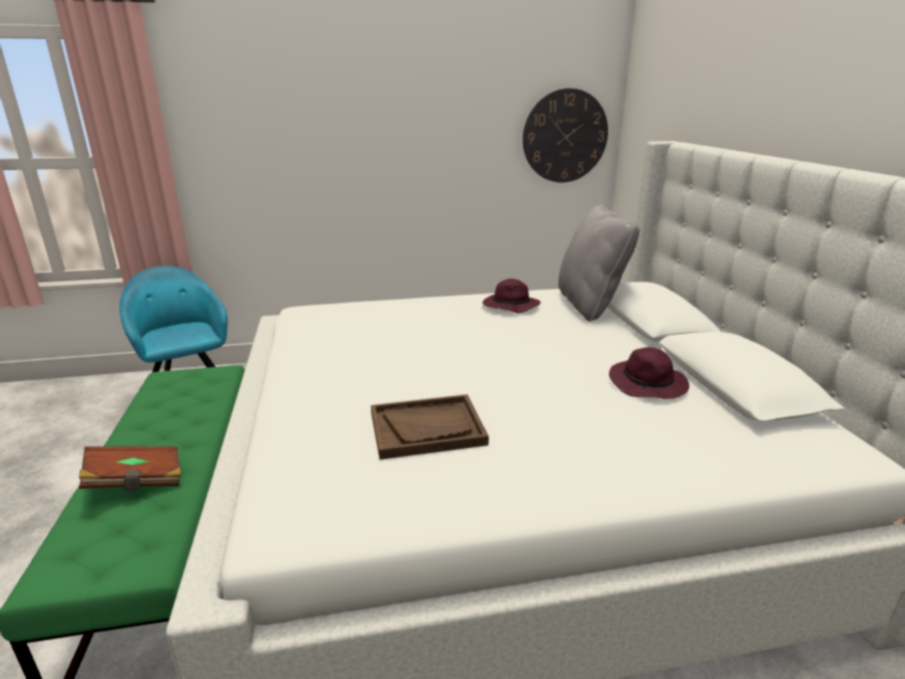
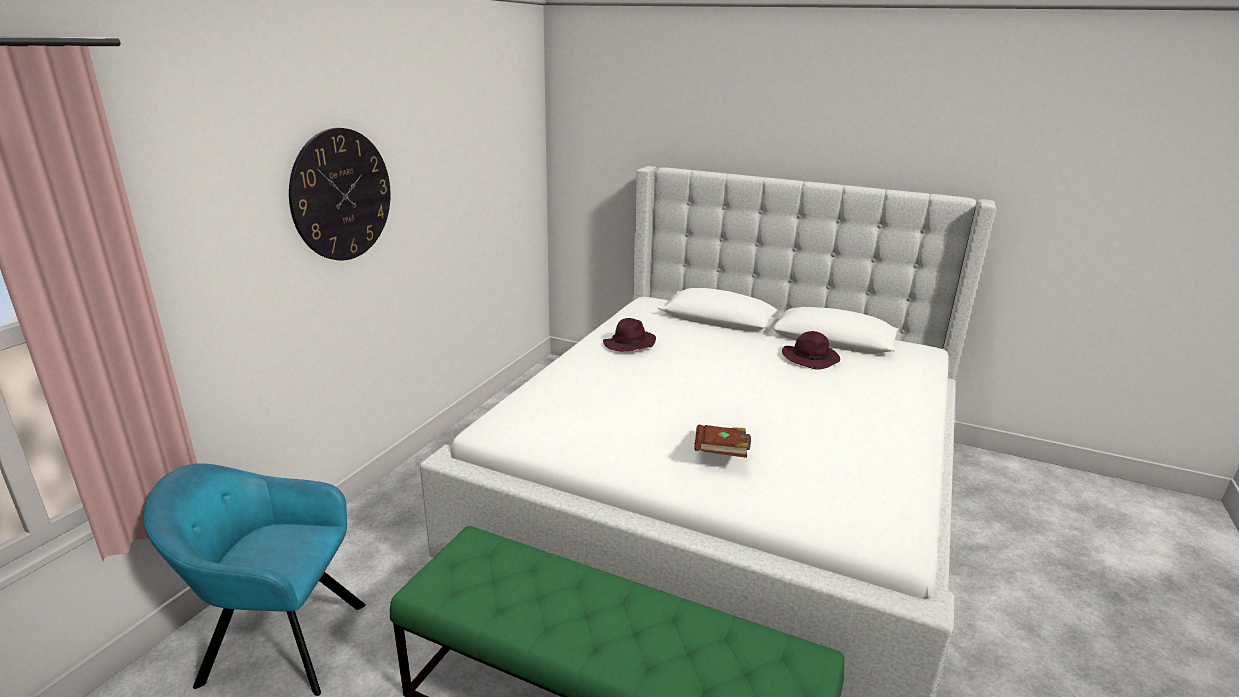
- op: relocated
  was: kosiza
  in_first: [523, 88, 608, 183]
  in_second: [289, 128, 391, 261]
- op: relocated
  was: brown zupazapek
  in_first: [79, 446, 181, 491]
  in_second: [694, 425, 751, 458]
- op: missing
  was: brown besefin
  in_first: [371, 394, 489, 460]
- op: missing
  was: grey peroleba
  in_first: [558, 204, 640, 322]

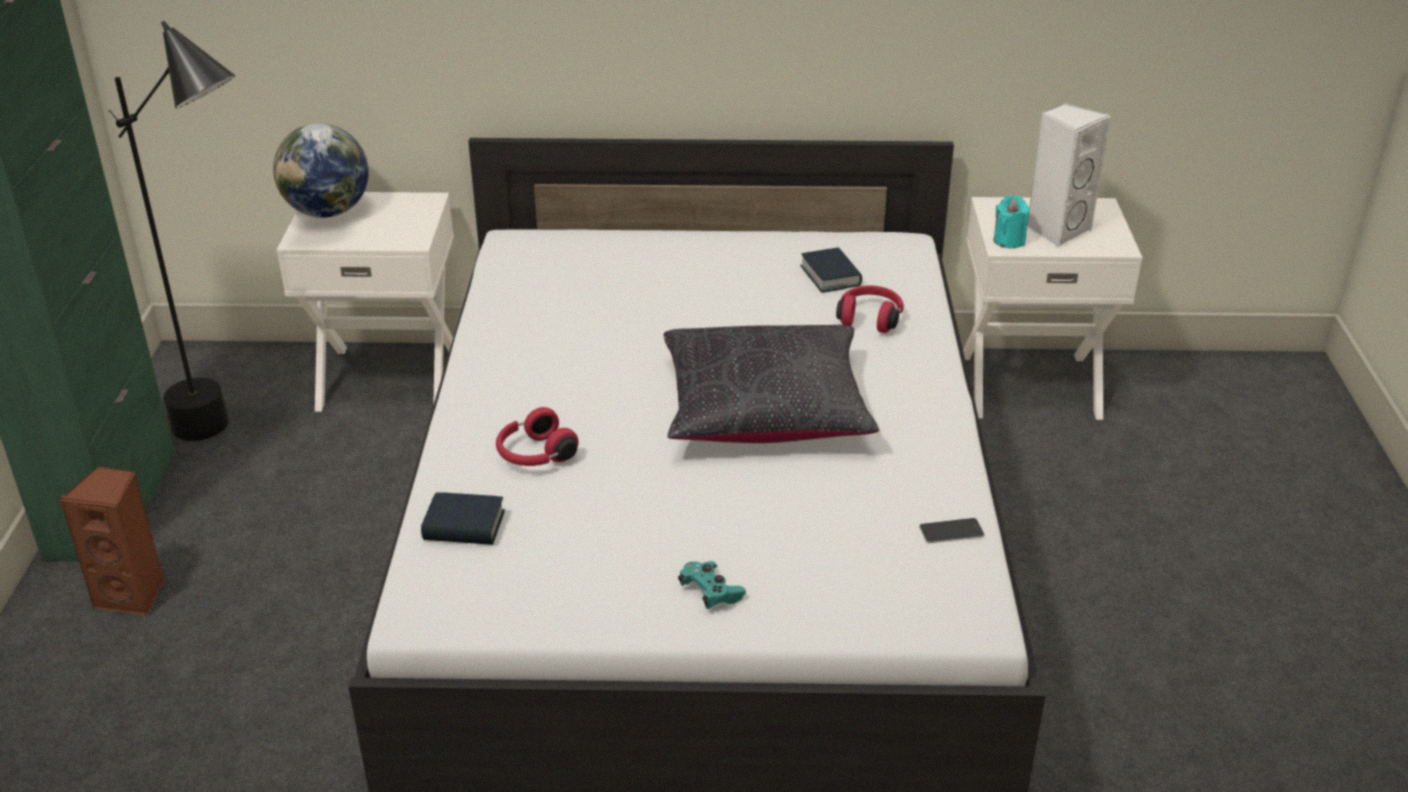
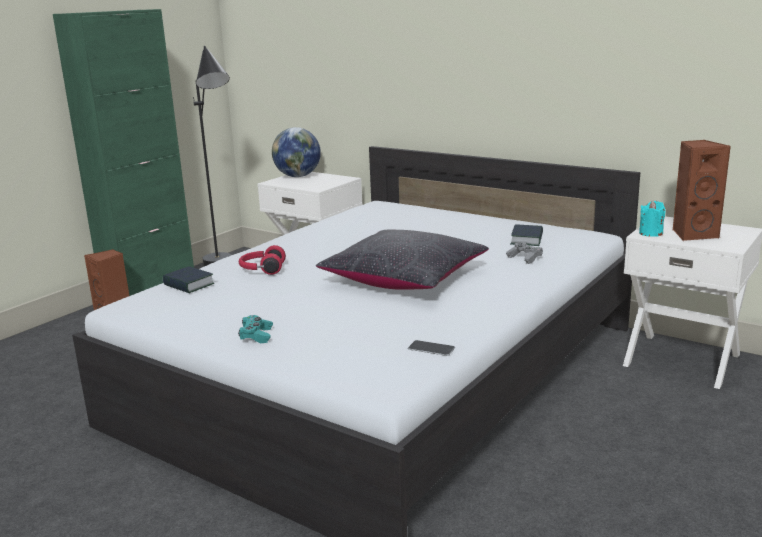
- op: exchanged
  was: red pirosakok
  now: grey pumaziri
  in_first: [836, 285, 904, 333]
  in_second: [506, 242, 543, 264]
- op: colour
  was: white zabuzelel
  now: brown zabuzelel
  in_first: [1027, 103, 1111, 248]
  in_second: [672, 140, 731, 241]

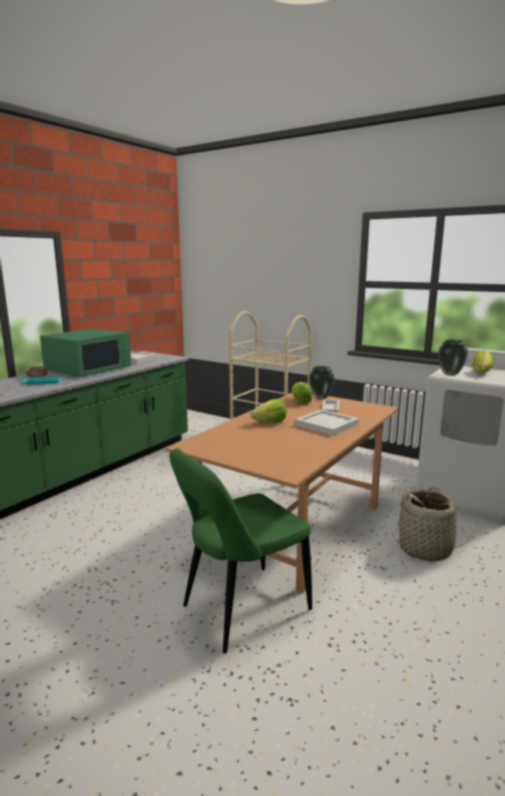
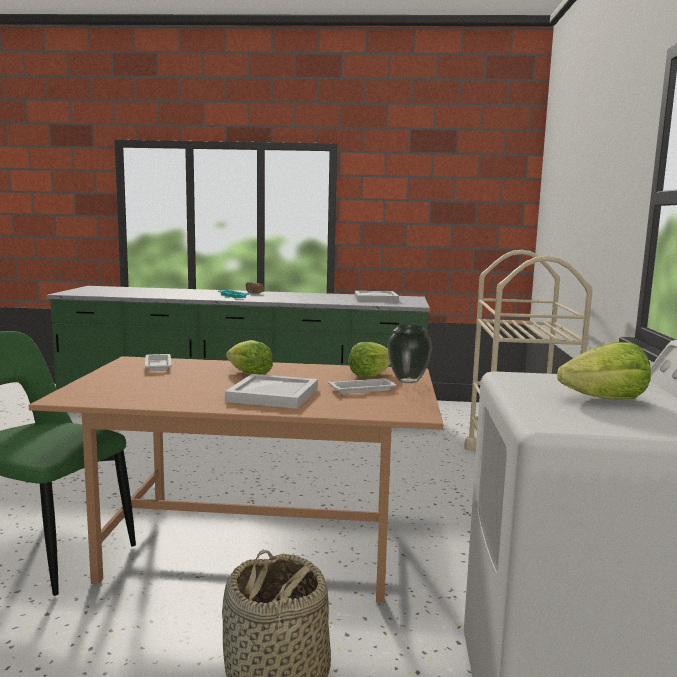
- op: appeared
  now: white besefin
  in_second: [145, 354, 172, 371]
- op: missing
  was: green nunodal
  in_first: [40, 329, 131, 377]
- op: missing
  was: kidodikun
  in_first: [438, 339, 468, 376]

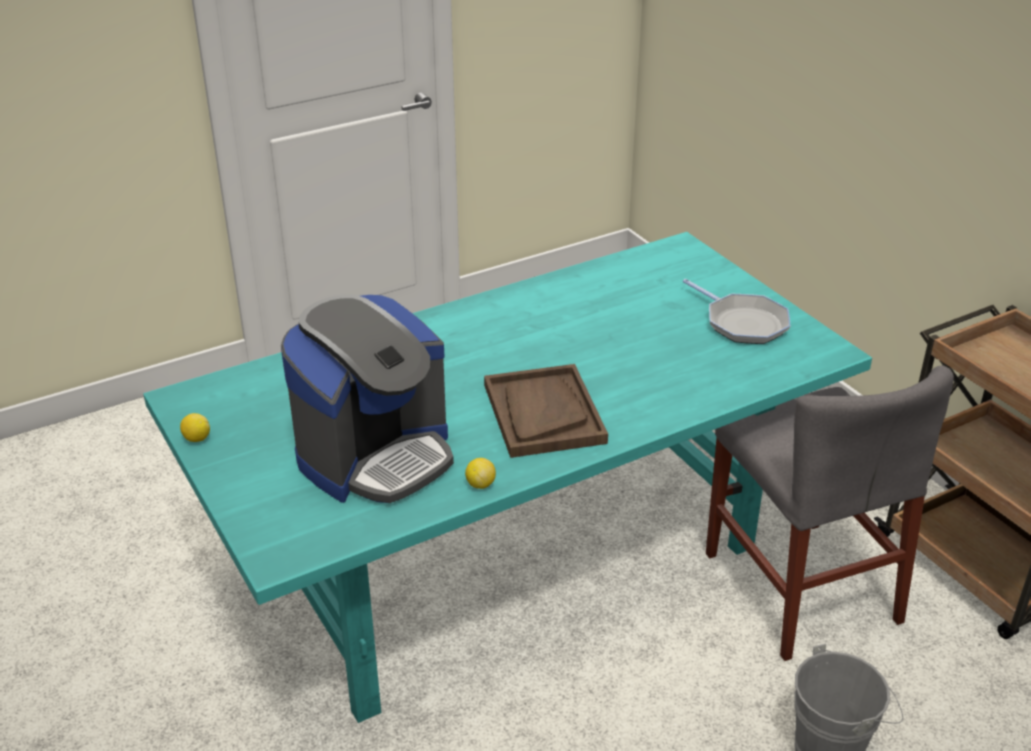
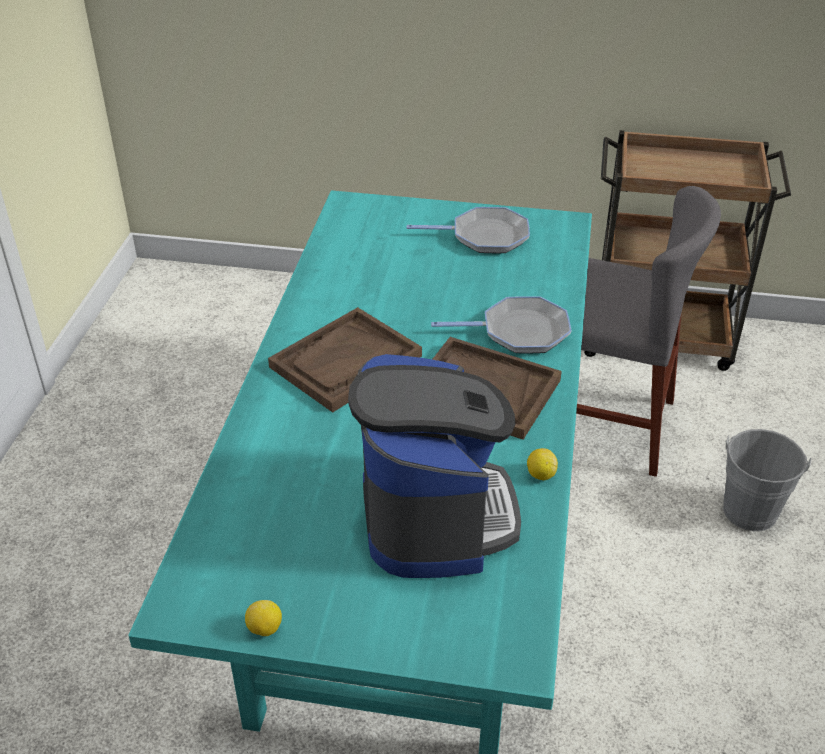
- op: appeared
  now: brown besefin
  in_second: [268, 307, 422, 413]
- op: appeared
  now: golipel
  in_second: [431, 296, 571, 353]

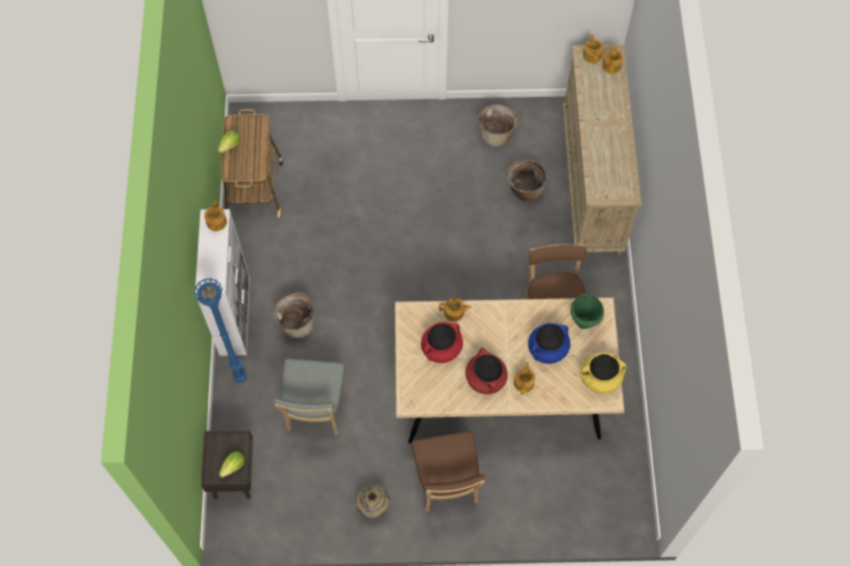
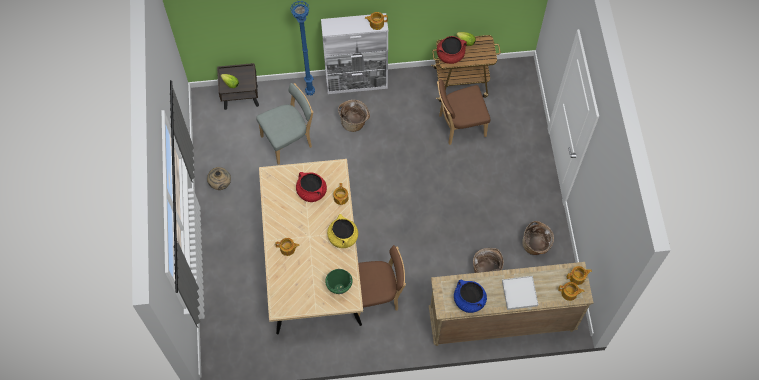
- op: spun
  was: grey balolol
  in_first: [273, 359, 345, 435]
  in_second: [256, 83, 313, 165]
  clockwise: 150
- op: relocated
  was: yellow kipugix
  in_first: [580, 353, 626, 394]
  in_second: [327, 214, 358, 248]
- op: relocated
  was: red kipugix
  in_first: [465, 348, 508, 394]
  in_second: [437, 36, 467, 64]
- op: relocated
  was: brown balolol
  in_first: [412, 431, 485, 512]
  in_second: [437, 79, 490, 145]
- op: relocated
  was: blue kipugix
  in_first: [528, 323, 570, 364]
  in_second: [454, 280, 487, 313]
- op: appeared
  now: white besefin
  in_second: [502, 276, 538, 310]

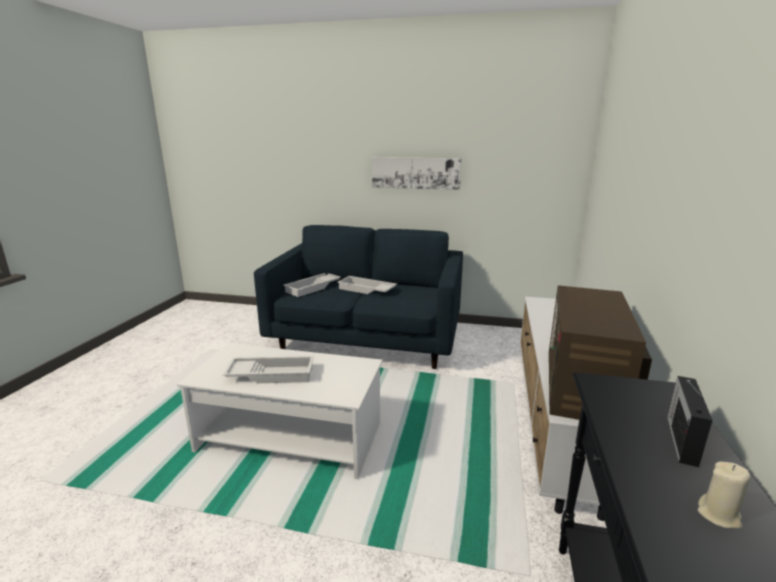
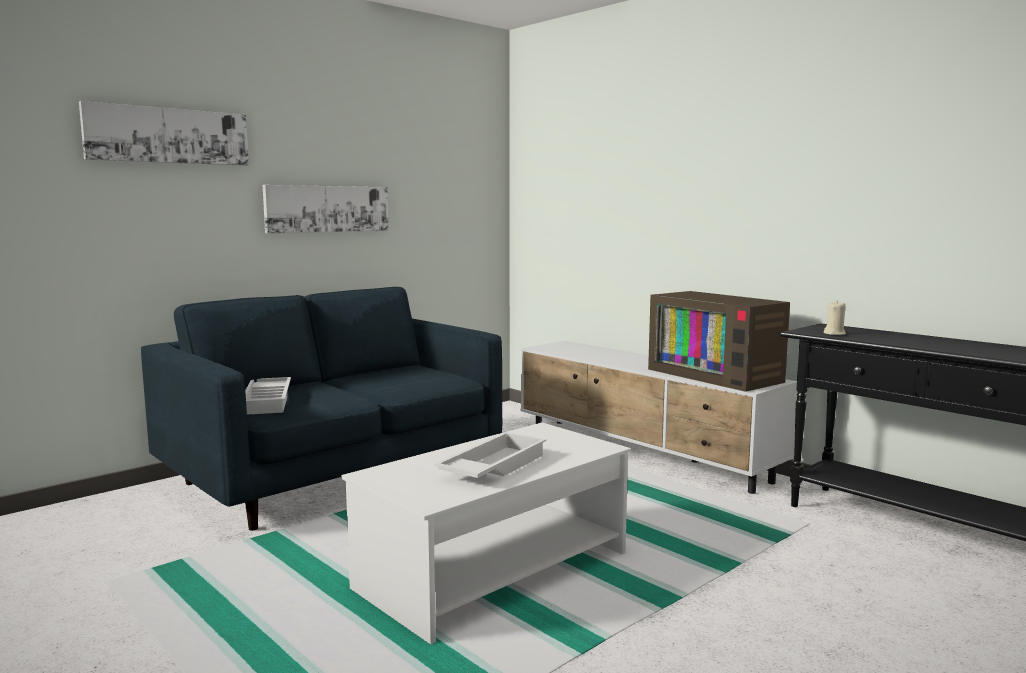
- op: appeared
  now: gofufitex
  in_second: [79, 101, 249, 166]
- op: relocated
  was: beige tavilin
  in_first: [698, 462, 750, 529]
  in_second: [824, 300, 846, 335]
- op: missing
  was: white besefin
  in_first: [337, 276, 397, 294]
- op: missing
  was: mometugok
  in_first: [667, 376, 712, 467]

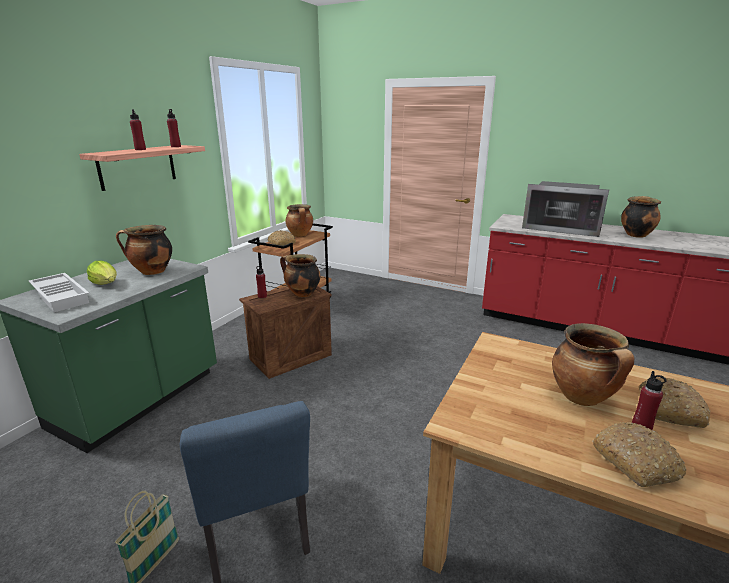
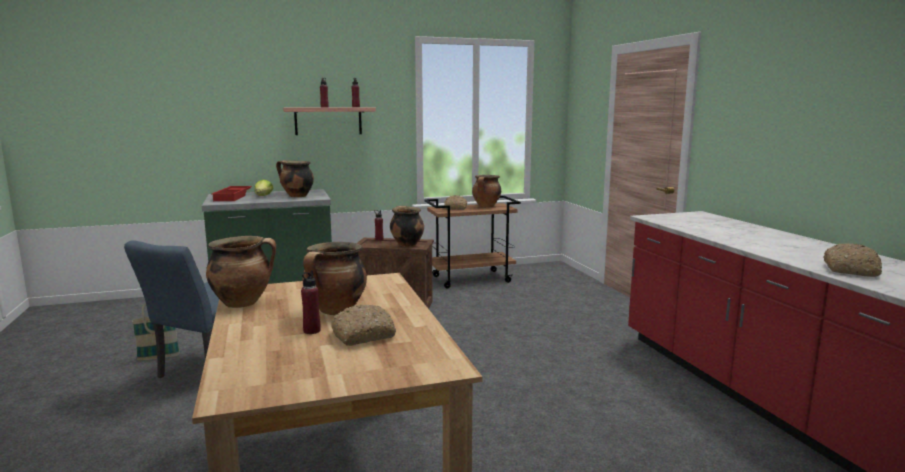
- op: relocated
  was: kipugix
  in_first: [621, 196, 661, 238]
  in_second: [206, 236, 276, 308]
- op: colour
  was: white besefin
  now: red besefin
  in_first: [29, 273, 89, 312]
  in_second: [211, 186, 252, 201]
- op: relocated
  was: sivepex
  in_first: [592, 422, 686, 487]
  in_second: [824, 243, 882, 277]
- op: missing
  was: nunodal
  in_first: [522, 181, 609, 237]

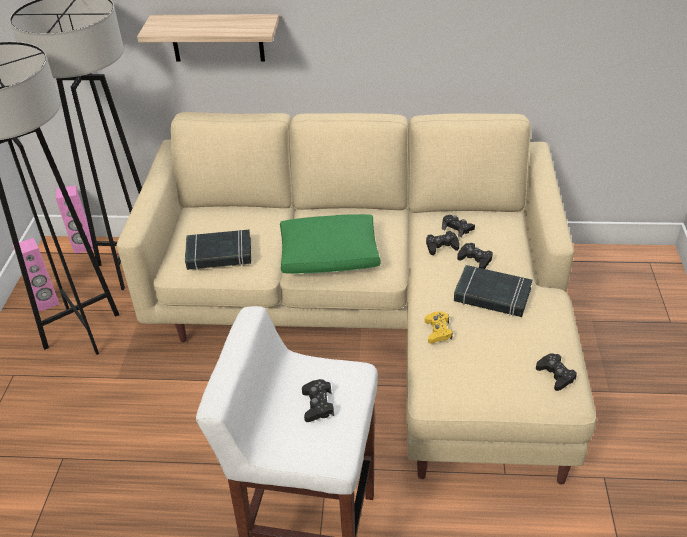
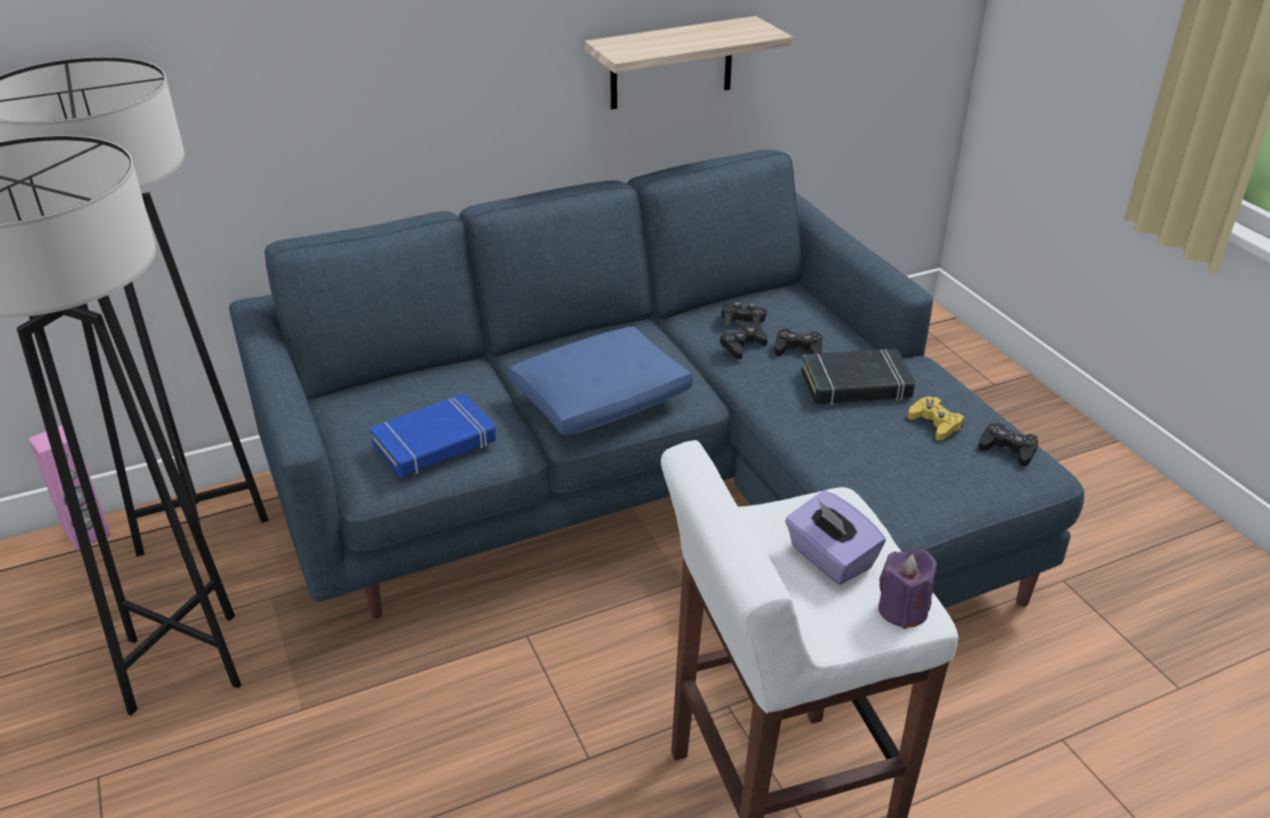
- op: colour
  was: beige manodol
  now: blue manodol
  in_first: [116, 112, 596, 484]
  in_second: [229, 150, 1084, 619]
- op: colour
  was: black zupazapek
  now: blue zupazapek
  in_first: [185, 230, 251, 270]
  in_second: [369, 393, 496, 478]
- op: colour
  was: green peroleba
  now: blue peroleba
  in_first: [280, 214, 381, 274]
  in_second: [508, 326, 693, 436]
- op: relocated
  was: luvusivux
  in_first: [137, 14, 279, 62]
  in_second: [584, 16, 792, 109]
- op: exchanged
  was: black pumaziri
  now: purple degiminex
  in_first: [302, 379, 334, 422]
  in_second: [785, 490, 886, 585]
- op: appeared
  now: purple tavilin
  in_second: [878, 549, 937, 629]
- op: relocated
  was: yellow pumaziri
  in_first: [425, 311, 452, 343]
  in_second: [908, 397, 964, 440]
- op: missing
  was: pink zabuzelel
  in_first: [13, 238, 59, 312]

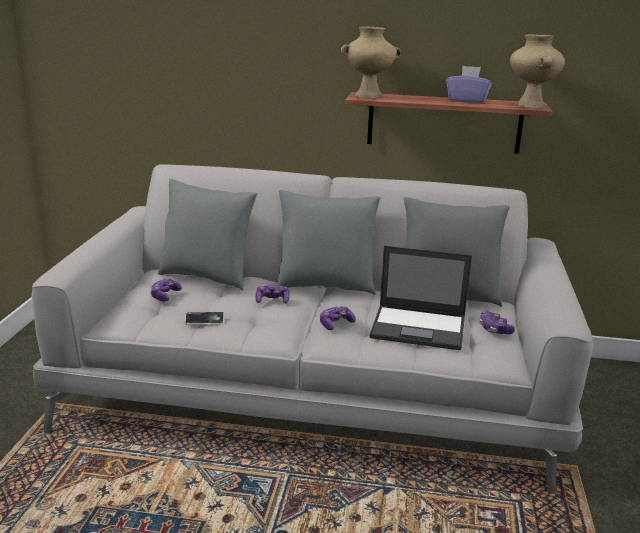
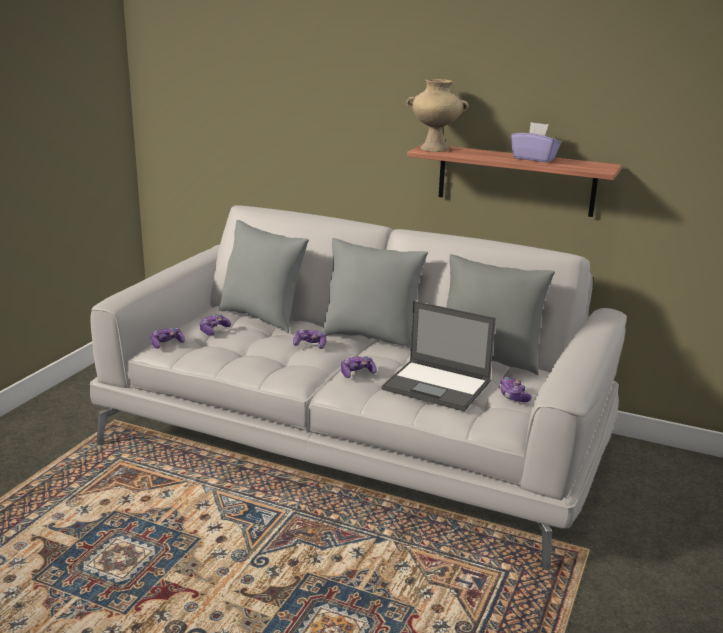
- op: appeared
  now: pumaziri
  in_second: [150, 328, 185, 349]
- op: missing
  was: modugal
  in_first: [185, 312, 224, 325]
- op: missing
  was: beige kidodikun
  in_first: [510, 34, 565, 109]

